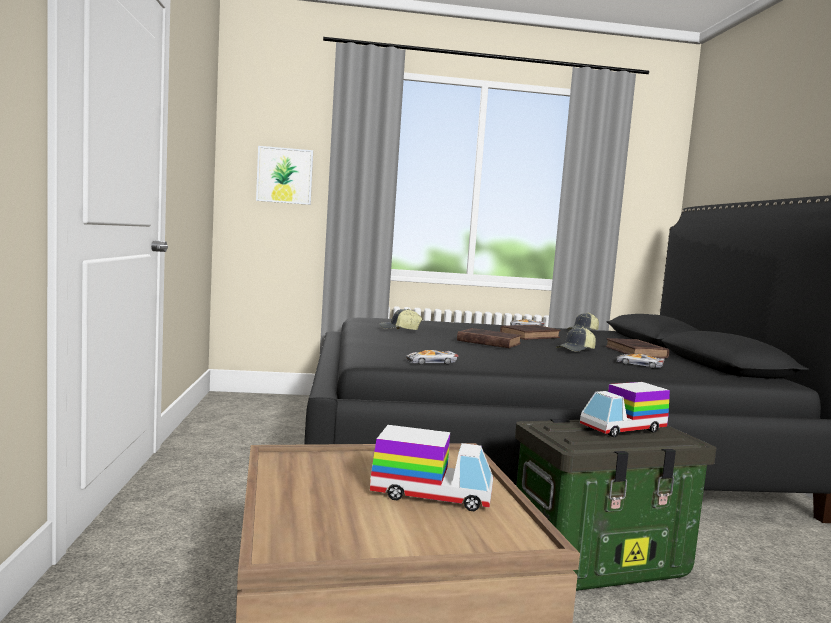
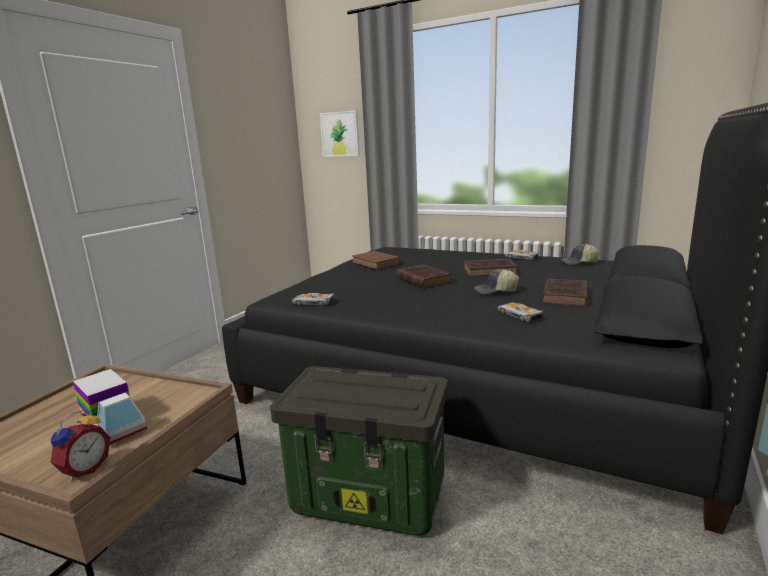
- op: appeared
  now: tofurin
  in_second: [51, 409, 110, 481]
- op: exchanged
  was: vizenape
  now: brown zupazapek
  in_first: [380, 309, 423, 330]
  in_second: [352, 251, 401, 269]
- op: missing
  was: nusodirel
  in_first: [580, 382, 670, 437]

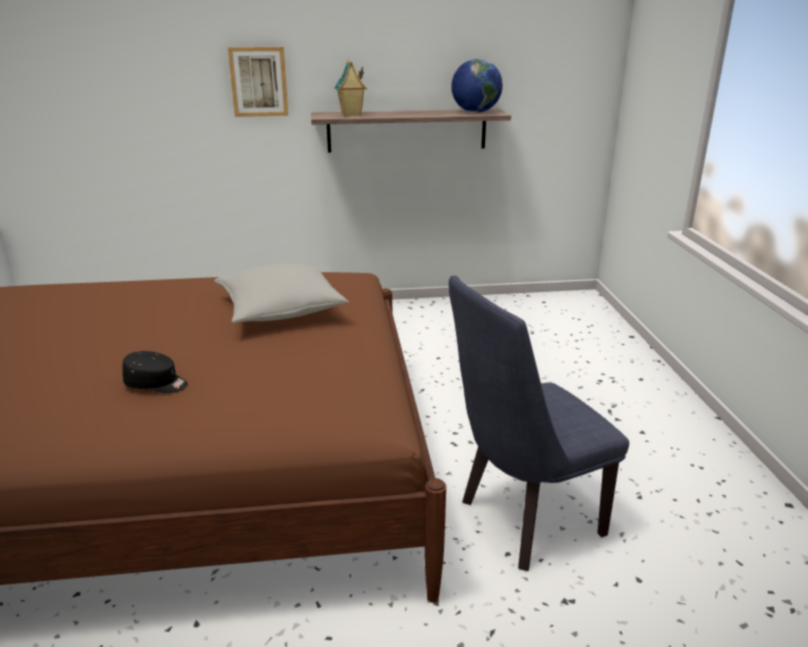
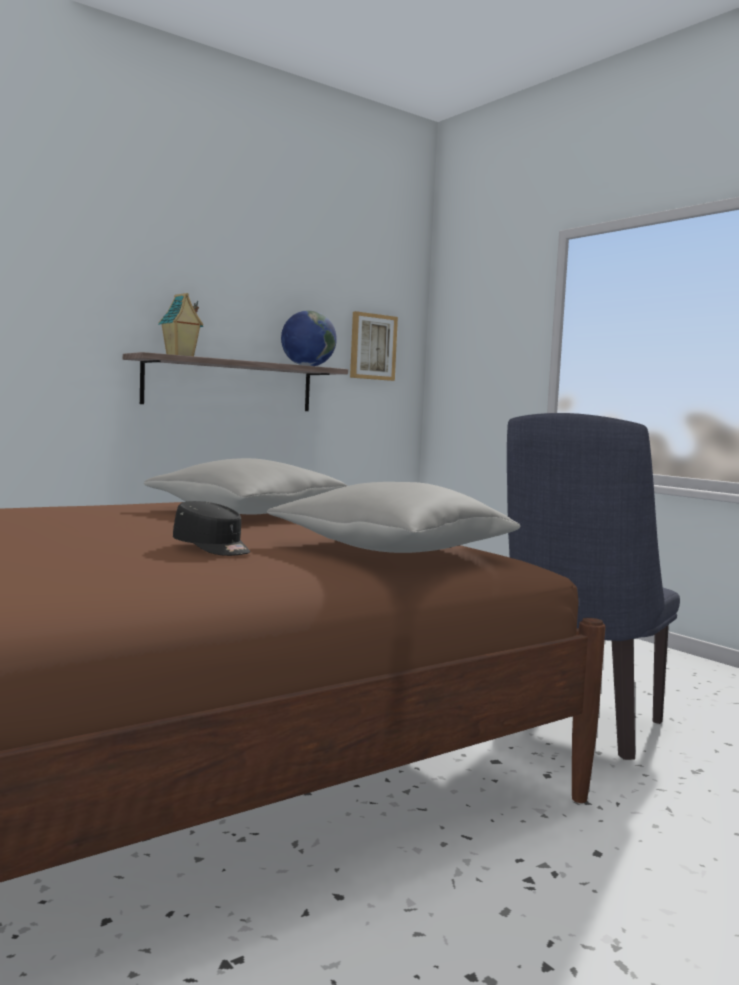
- op: spun
  was: black vizenape
  in_first: [122, 351, 188, 393]
  in_second: [173, 501, 250, 556]
  clockwise: 60
- op: appeared
  now: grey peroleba
  in_second: [267, 482, 521, 553]
- op: relocated
  was: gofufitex
  in_first: [228, 47, 288, 117]
  in_second: [350, 311, 398, 381]

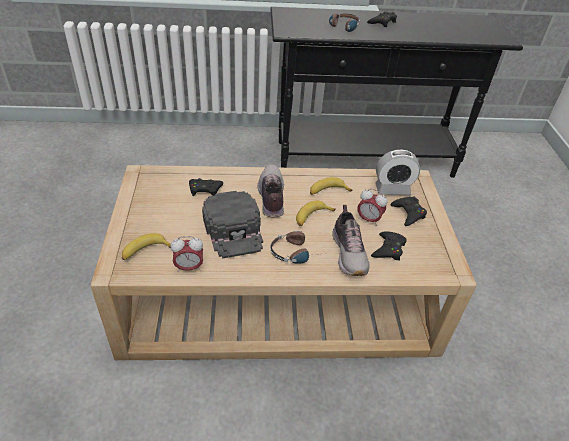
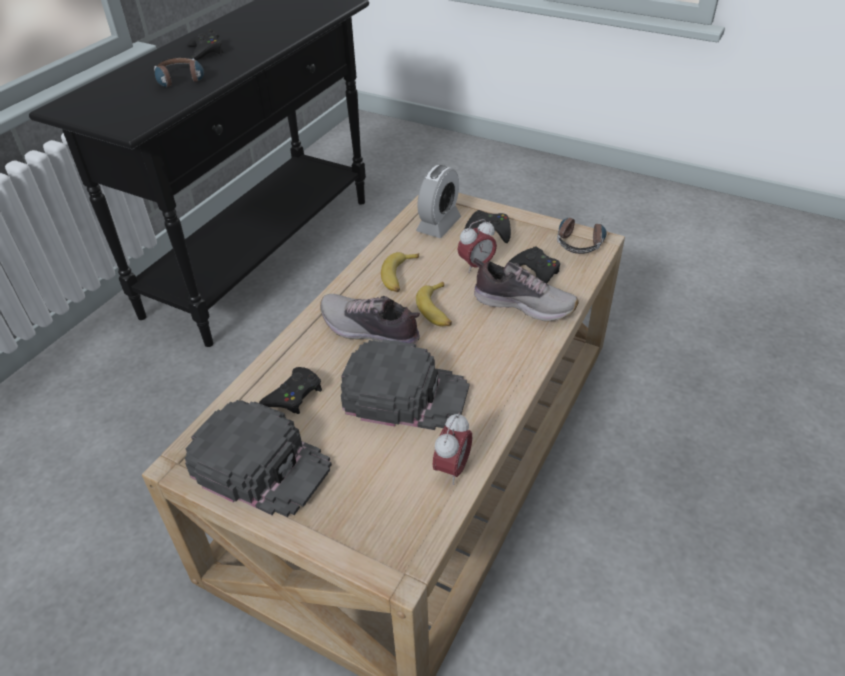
- op: appeared
  now: black vizenape
  in_second: [185, 400, 332, 517]
- op: relocated
  was: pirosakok
  in_first: [270, 231, 328, 264]
  in_second: [557, 217, 607, 254]
- op: missing
  was: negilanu
  in_first: [122, 233, 171, 260]

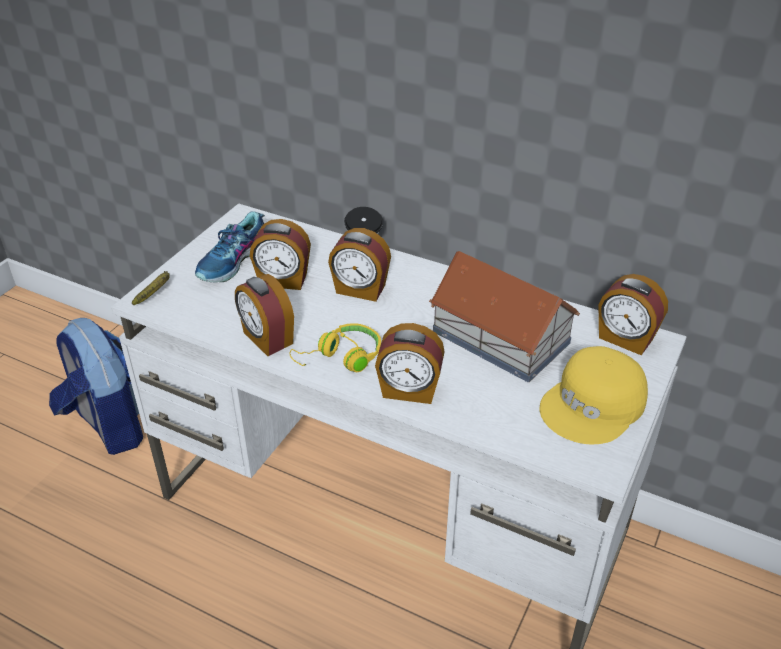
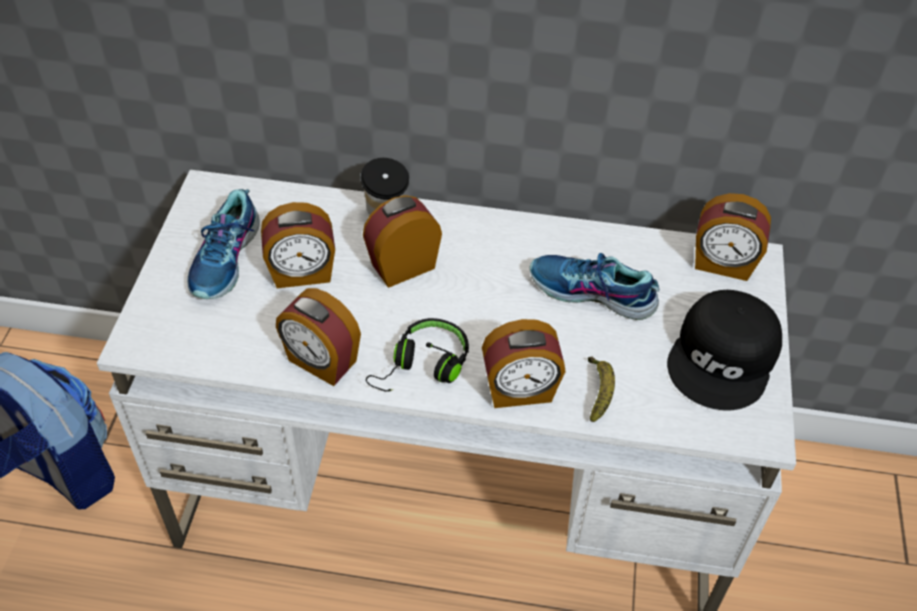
- op: spun
  was: tofurin
  in_first: [328, 228, 391, 302]
  in_second: [363, 195, 442, 288]
  clockwise: 150
- op: colour
  was: yellow pirosakok
  now: black pirosakok
  in_first: [289, 323, 381, 372]
  in_second: [366, 318, 469, 392]
- op: exchanged
  was: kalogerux
  now: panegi
  in_first: [429, 251, 580, 382]
  in_second: [530, 253, 660, 320]
- op: relocated
  was: negilanu
  in_first: [132, 271, 170, 305]
  in_second: [588, 356, 615, 422]
- op: colour
  was: yellow vizenape
  now: black vizenape
  in_first: [540, 346, 648, 444]
  in_second: [667, 290, 782, 410]

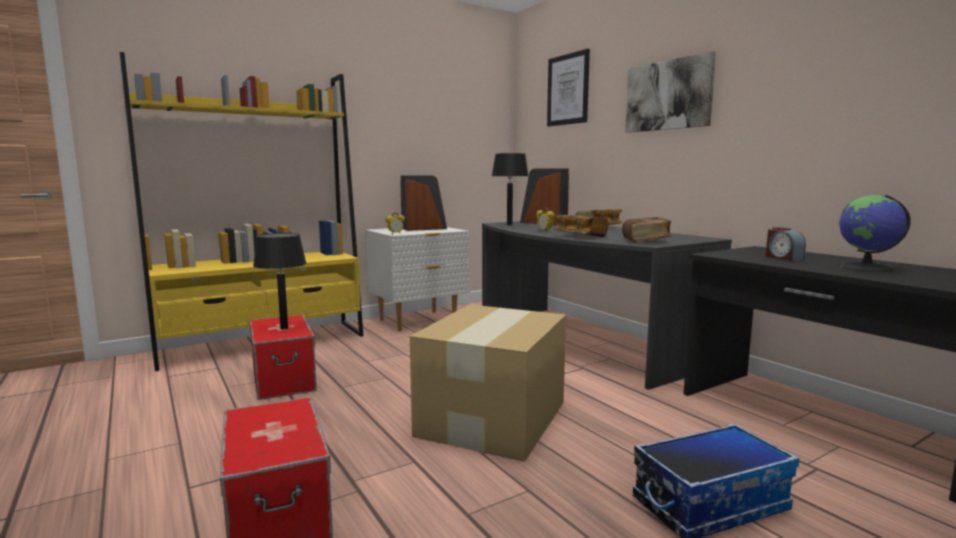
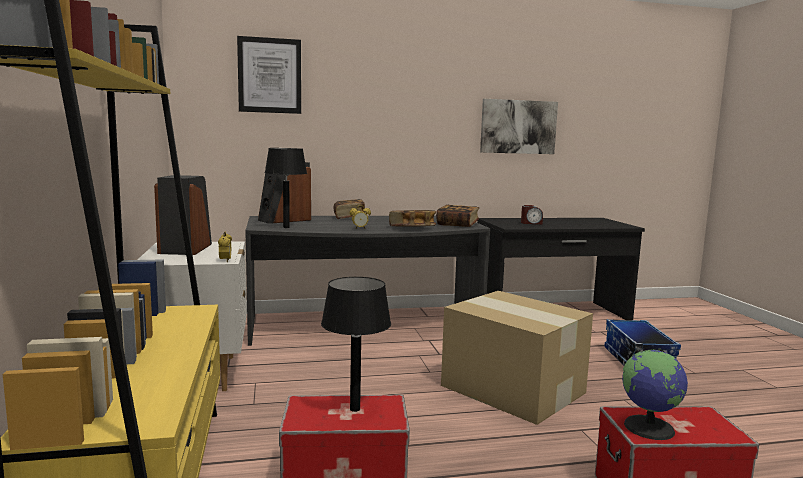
- op: relocated
  was: gofufitex
  in_first: [625, 51, 716, 133]
  in_second: [480, 99, 558, 154]
- op: relocated
  was: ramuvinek
  in_first: [839, 195, 911, 272]
  in_second: [622, 348, 688, 440]

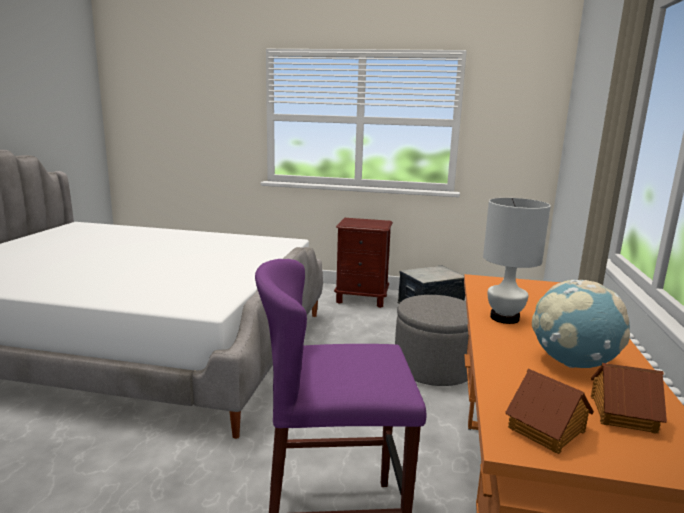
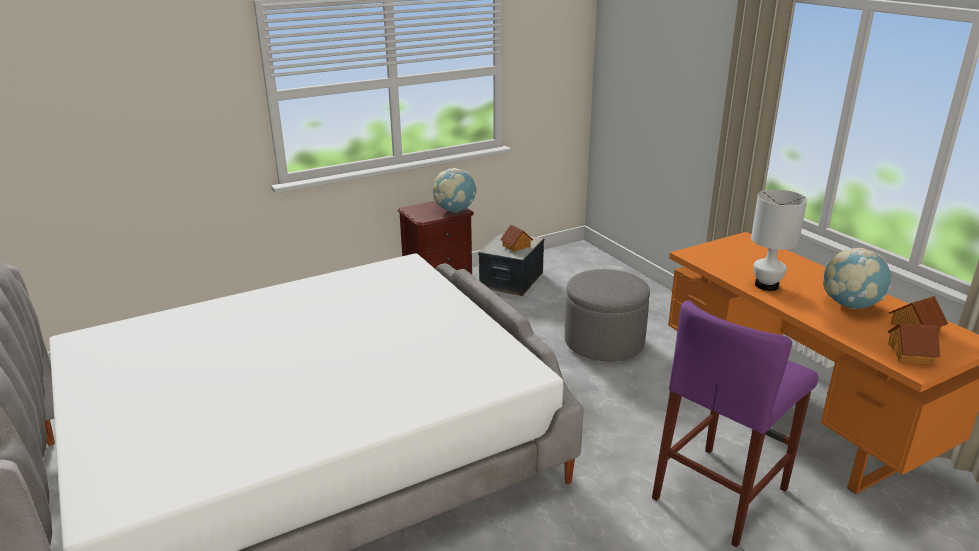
- op: appeared
  now: ramuvinek
  in_second: [433, 168, 476, 213]
- op: appeared
  now: kalogerux
  in_second: [500, 224, 533, 252]

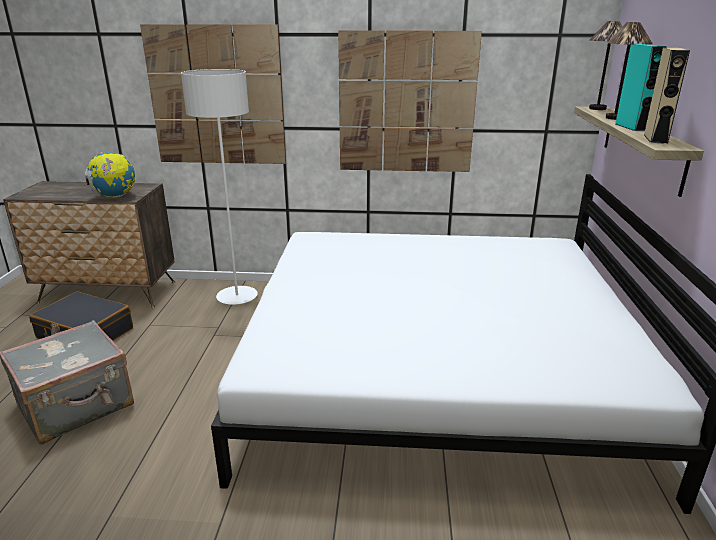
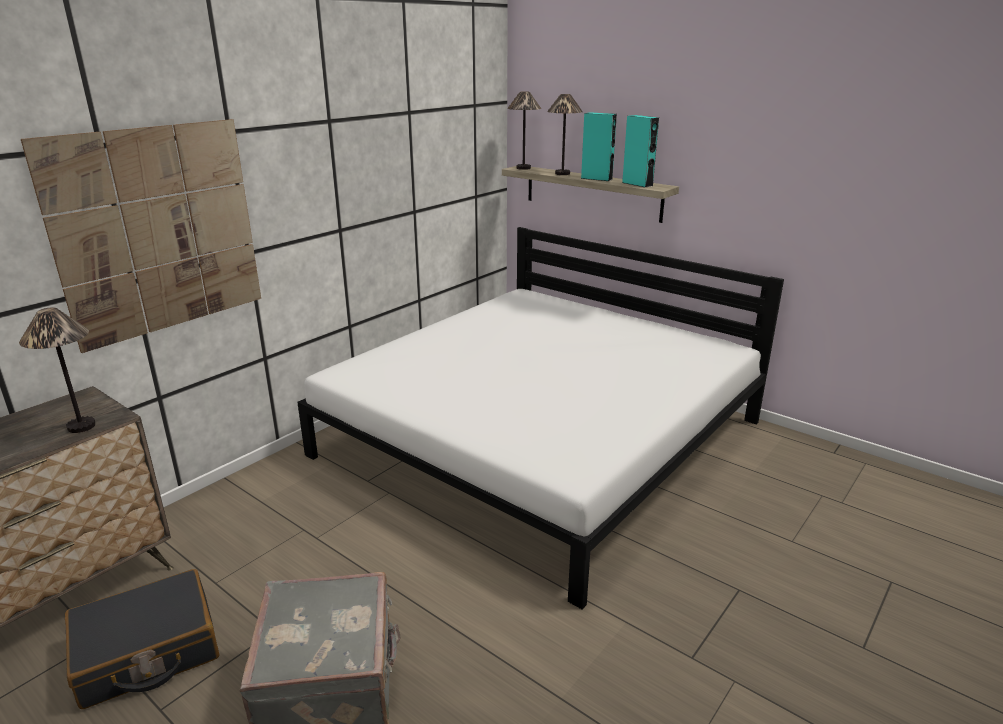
- op: exchanged
  was: ramuvinek
  now: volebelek
  in_first: [85, 152, 135, 198]
  in_second: [19, 307, 95, 433]
- op: colour
  was: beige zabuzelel
  now: turquoise zabuzelel
  in_first: [644, 48, 690, 144]
  in_second: [622, 115, 659, 188]
- op: missing
  was: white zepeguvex
  in_first: [181, 69, 257, 305]
- op: missing
  was: gofufitex
  in_first: [338, 30, 482, 172]

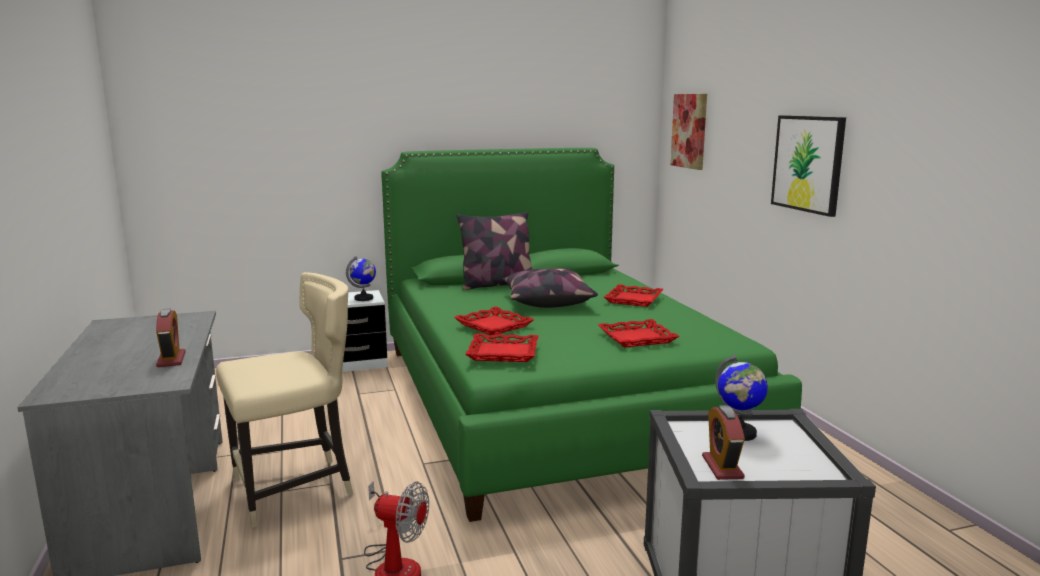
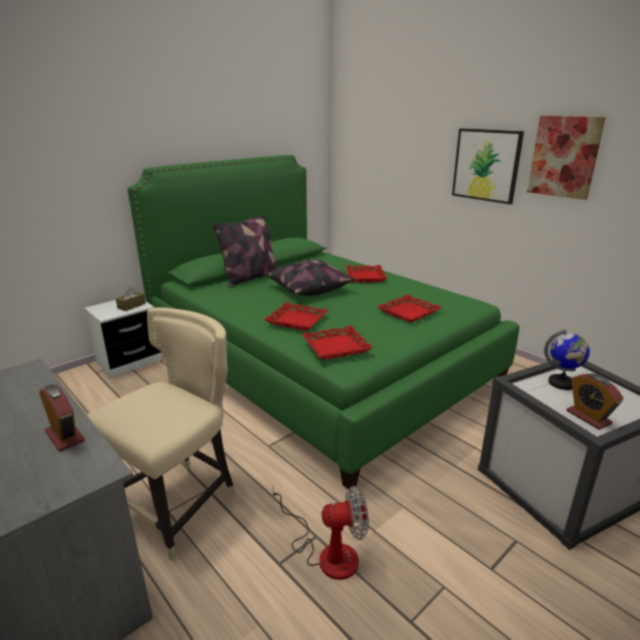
- op: exchanged
  was: ramuvinek
  now: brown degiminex
  in_first: [346, 256, 376, 301]
  in_second: [116, 287, 146, 311]
- op: relocated
  was: gofufitex
  in_first: [670, 94, 707, 170]
  in_second: [527, 116, 606, 200]

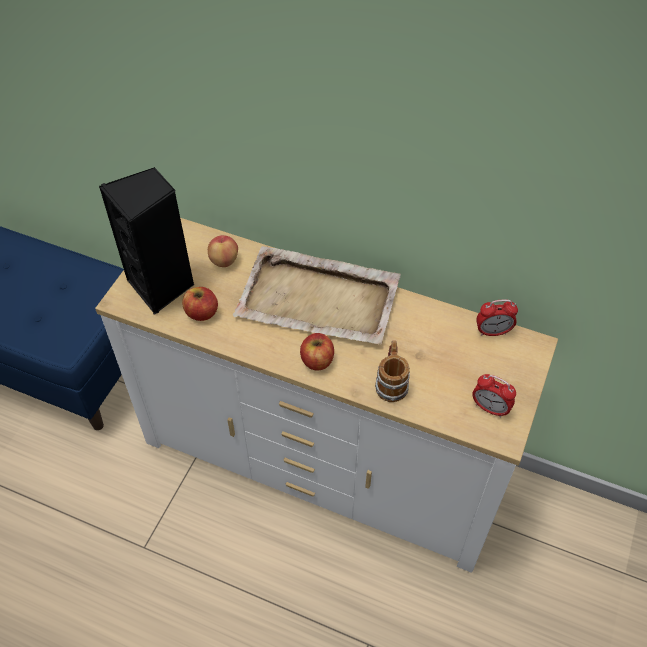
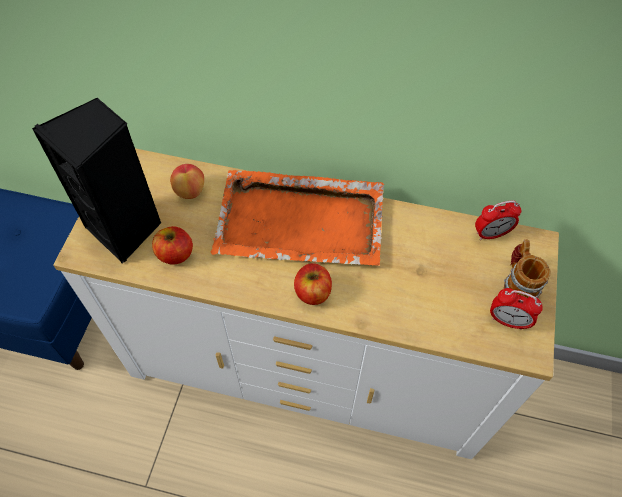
- op: colour
  was: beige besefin
  now: orange besefin
  in_first: [233, 246, 401, 345]
  in_second: [211, 170, 384, 266]
- op: relocated
  was: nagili
  in_first: [375, 341, 410, 402]
  in_second: [504, 239, 551, 298]

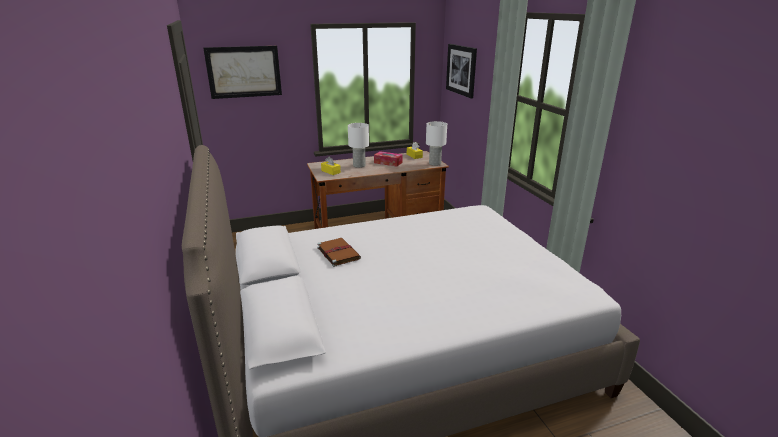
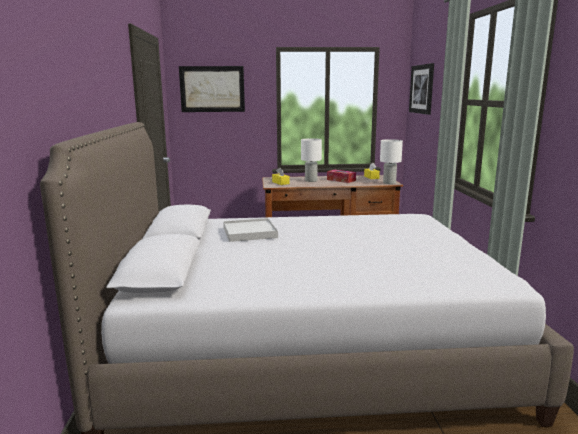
- op: exchanged
  was: brown zupazapek
  now: white besefin
  in_first: [317, 238, 361, 267]
  in_second: [223, 218, 278, 242]

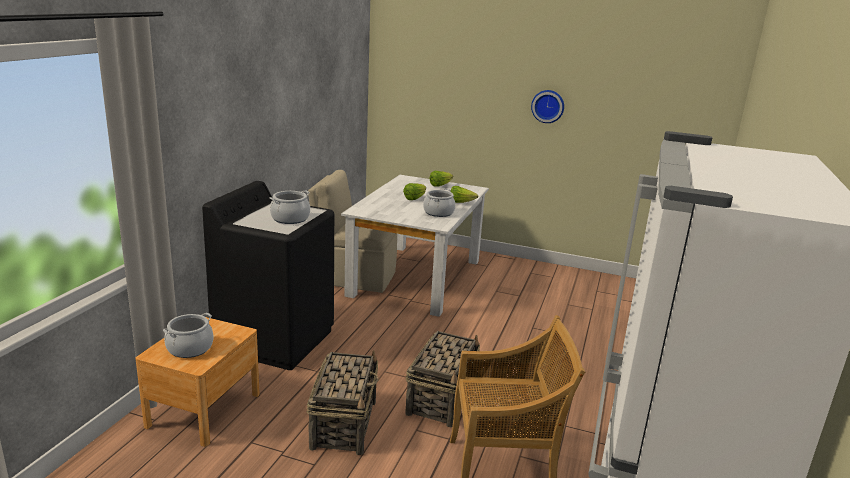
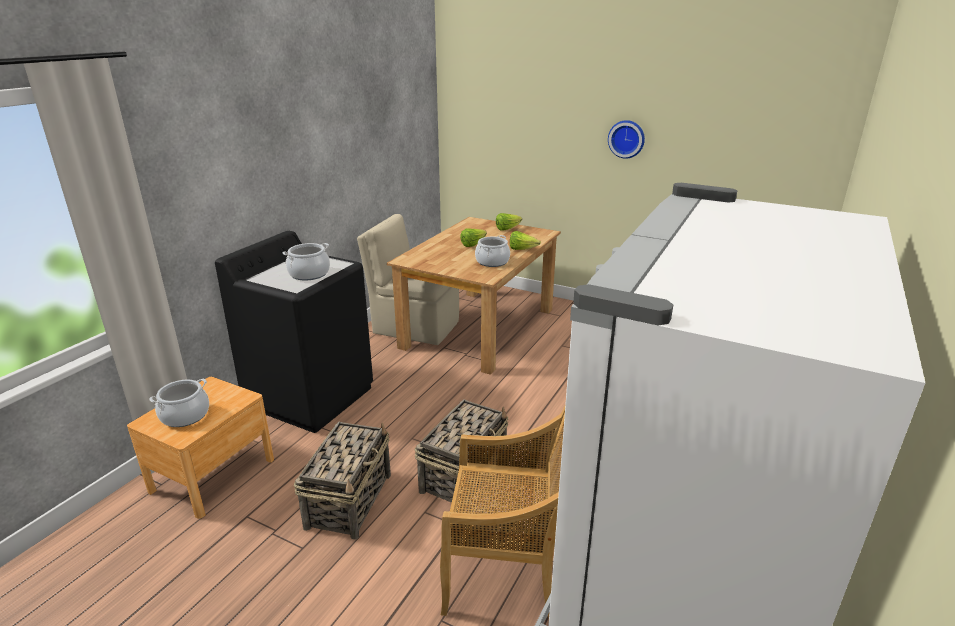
- op: colour
  was: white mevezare
  now: brown mevezare
  in_first: [341, 175, 489, 317]
  in_second: [387, 217, 561, 375]

